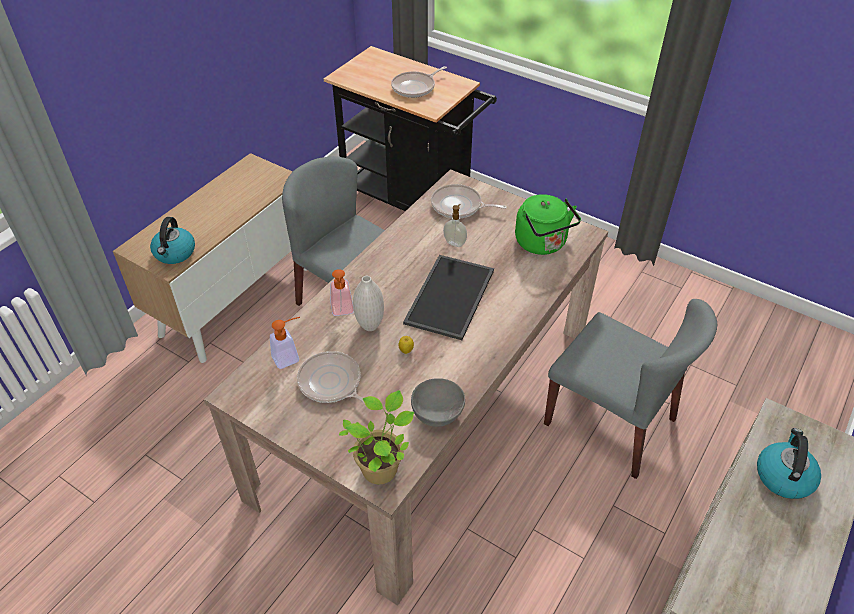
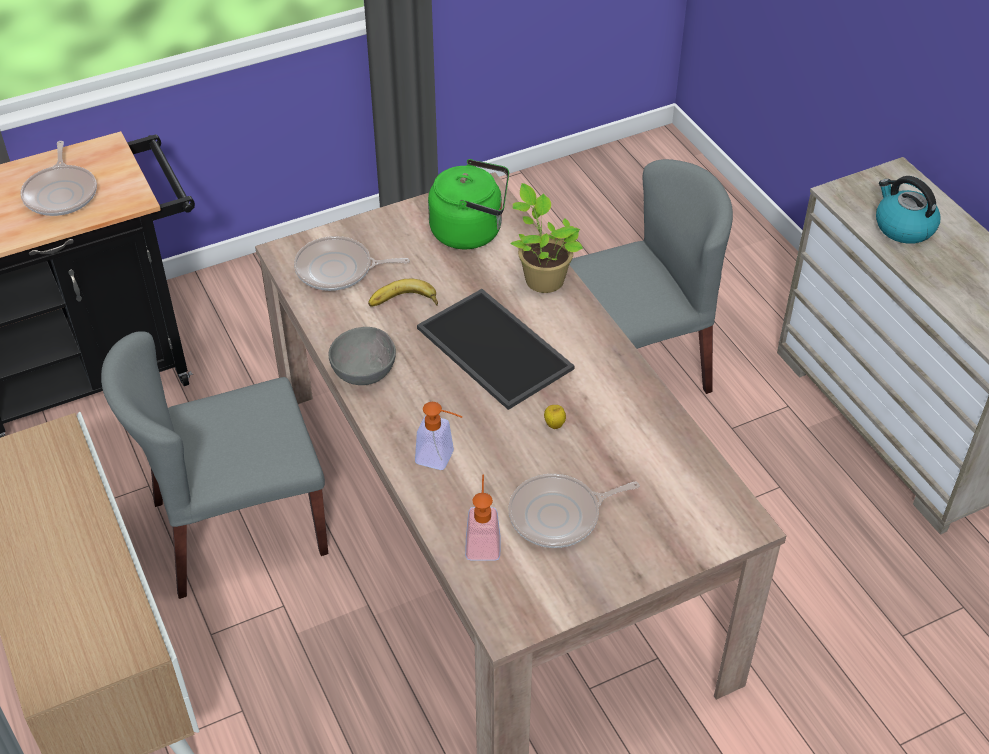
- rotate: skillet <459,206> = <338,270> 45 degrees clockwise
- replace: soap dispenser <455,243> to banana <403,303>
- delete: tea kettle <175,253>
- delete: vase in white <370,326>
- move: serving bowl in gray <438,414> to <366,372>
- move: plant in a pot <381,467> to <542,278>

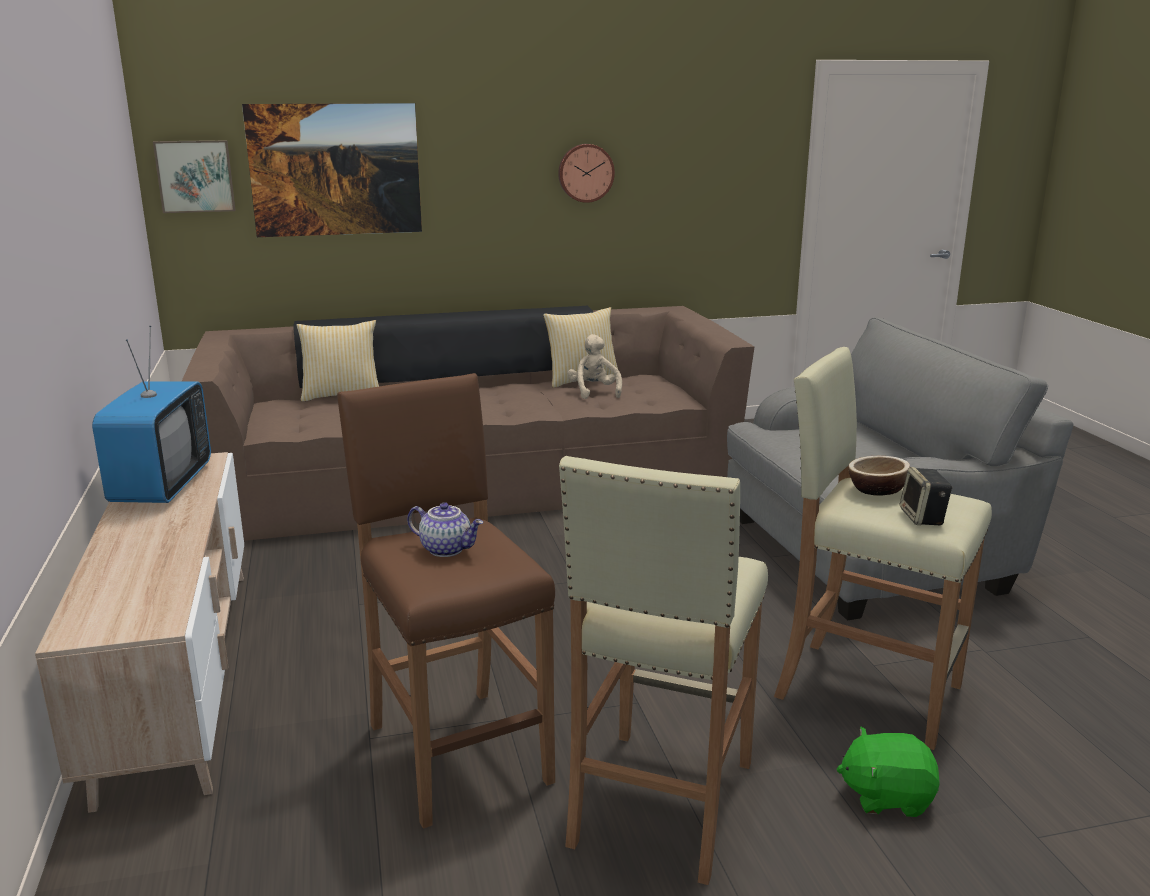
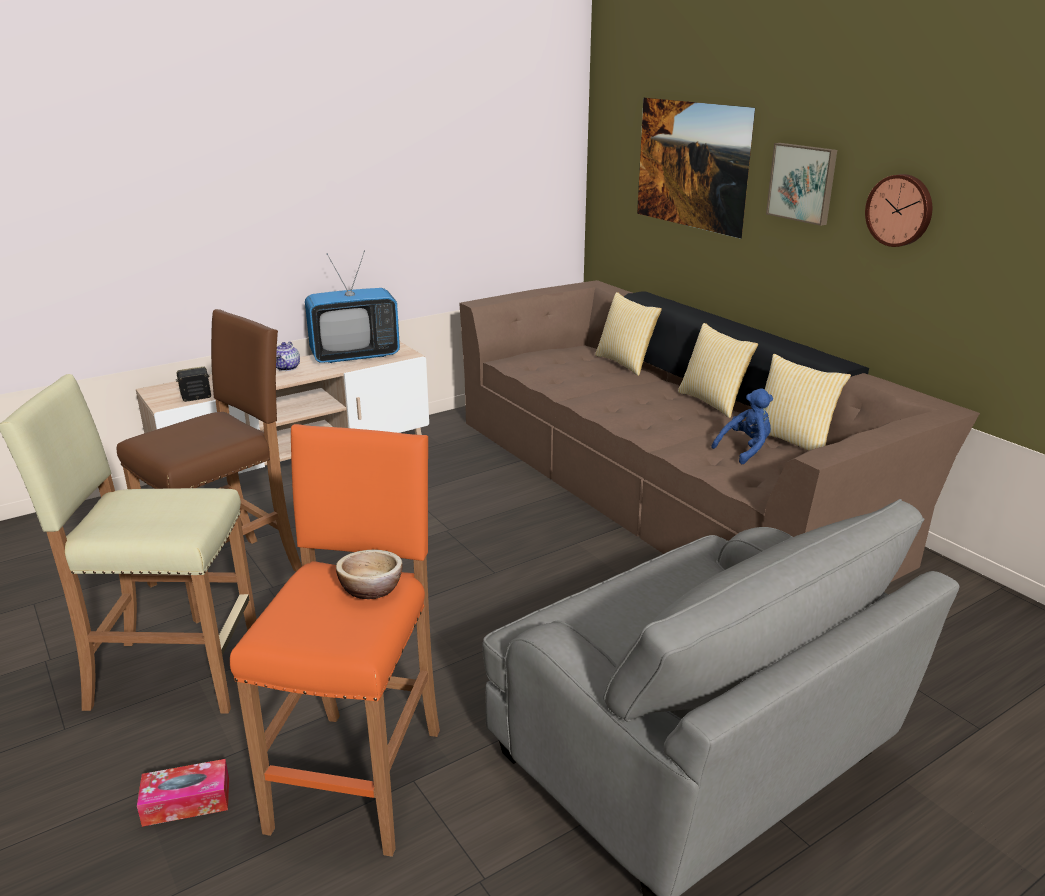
- move: wall art <195,176> to <803,183>
- recolor: cuddly toy in beige <594,392> to cuddly toy in blue <745,450>
- recolor: stool seat in beige <866,691> to stool seat in orangey <359,777>
- move: loudspeaker <923,518> to <196,397>
- move: teapot <447,549> to <287,368>
- replace: cuddly toy in green <886,796> to box of tissues <186,802>
- insert: cushion <713,402>

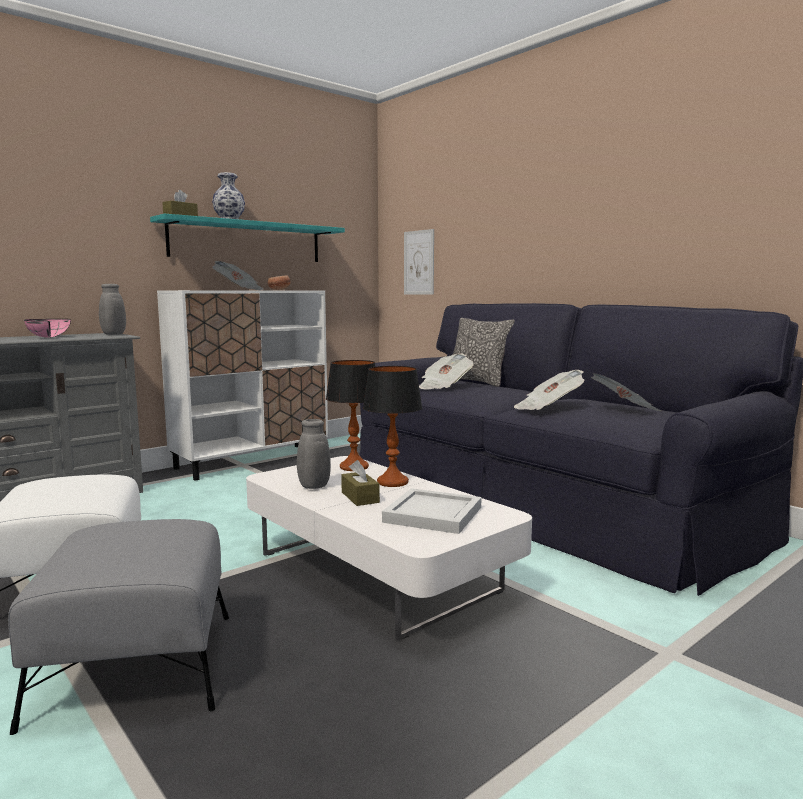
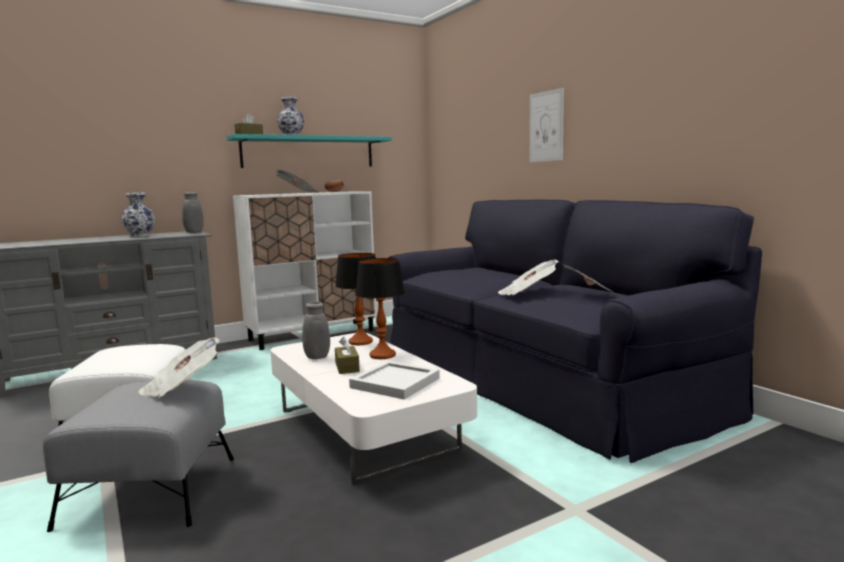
- move: wall art <419,262> to <546,126>
- delete: cushion <477,382>
- replace: serving bowl in pinkish <45,337> to vase <140,236>
- move: printed paper <444,386> to <181,387>

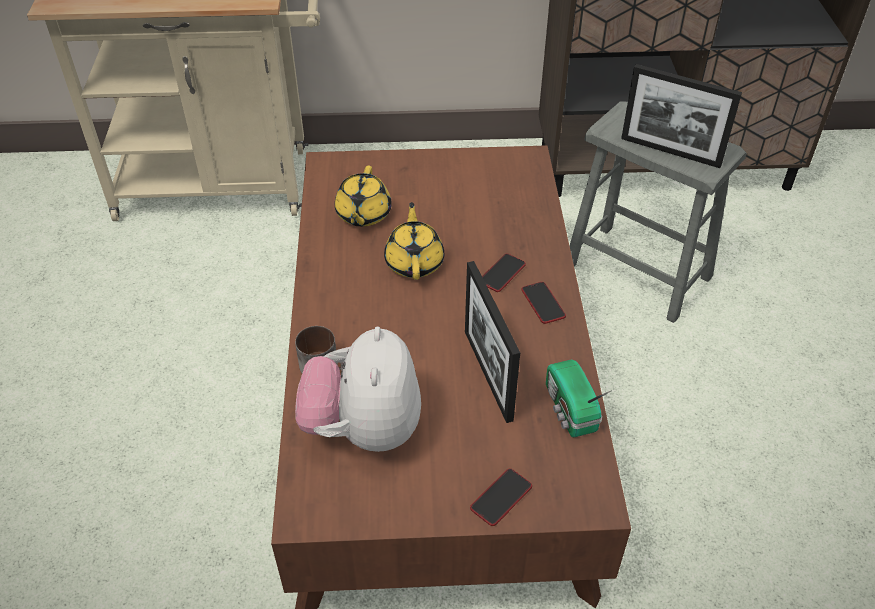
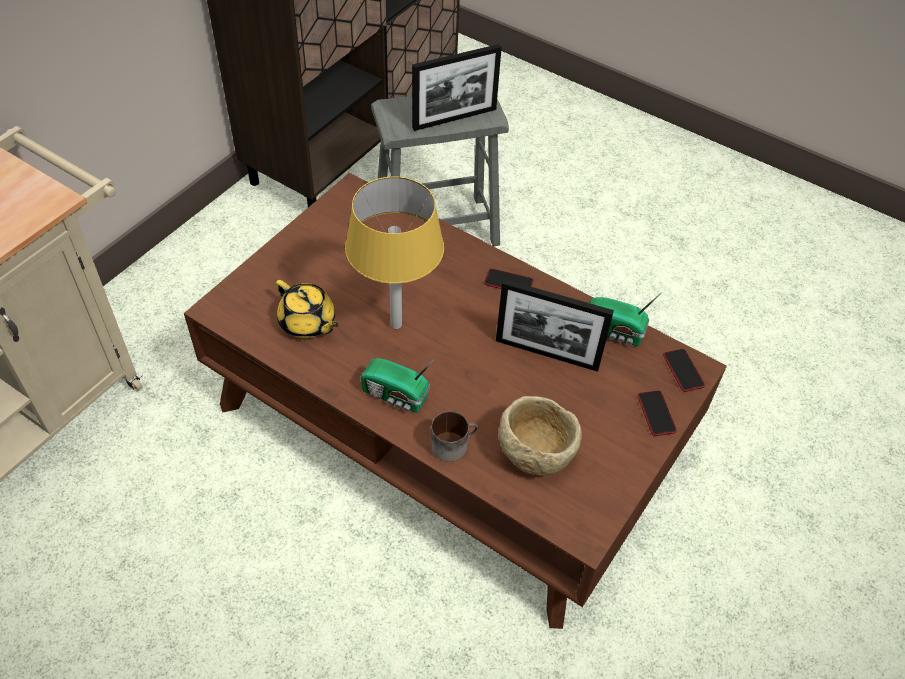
- replace: teapot in yellowish <414,262> to tabletop lamp in yellowish <395,325>
- move: phone <502,273> to <683,370>
- replace: cuddly toy <364,428> to serving bowl in beige <536,453>
- insert: radio <396,396>

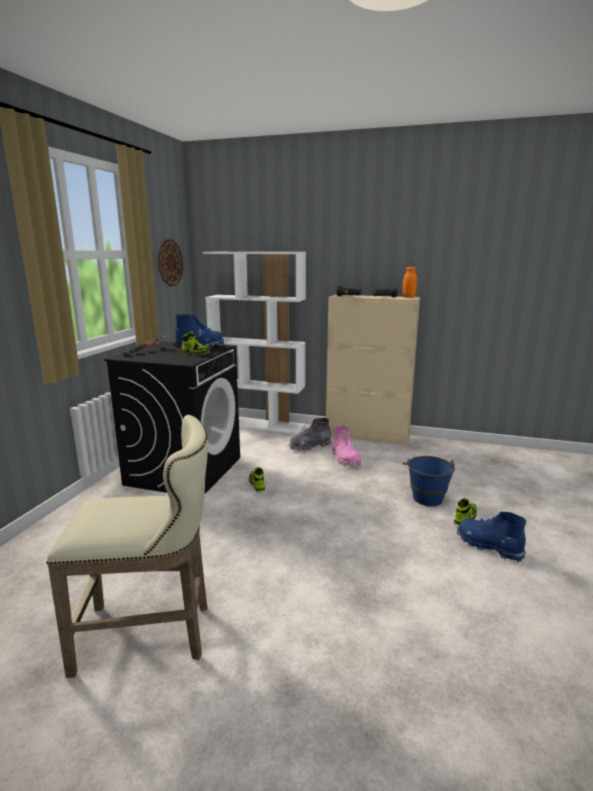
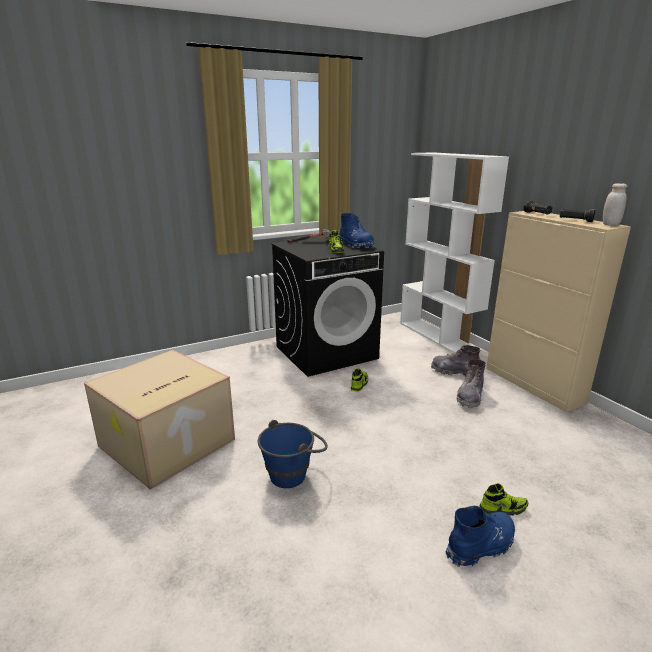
- delete: hanging clock <170,263>
- recolor: preserve jar in orangey <409,297> to preserve jar in white <610,224>
- replace: stool seat in beige <152,635> to cardboard box <166,444>
- recolor: boot in pinkish <345,459> to boot in gray <470,397>
- move: pail in blue <426,495> to <294,472>
- rotate: boot in blue <489,546> = <481,546> 60 degrees clockwise

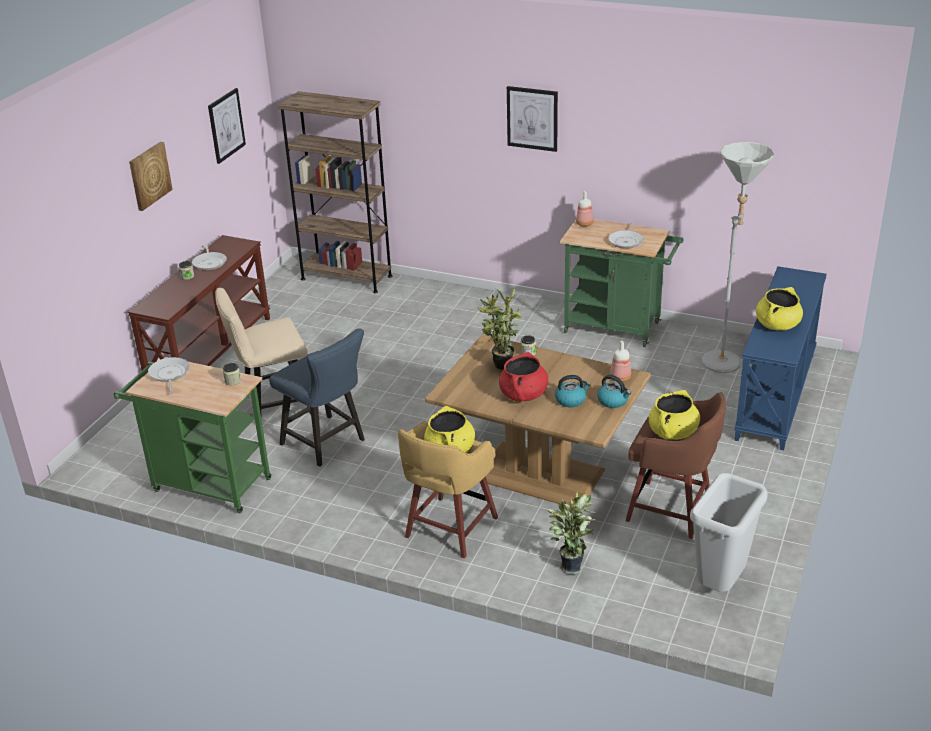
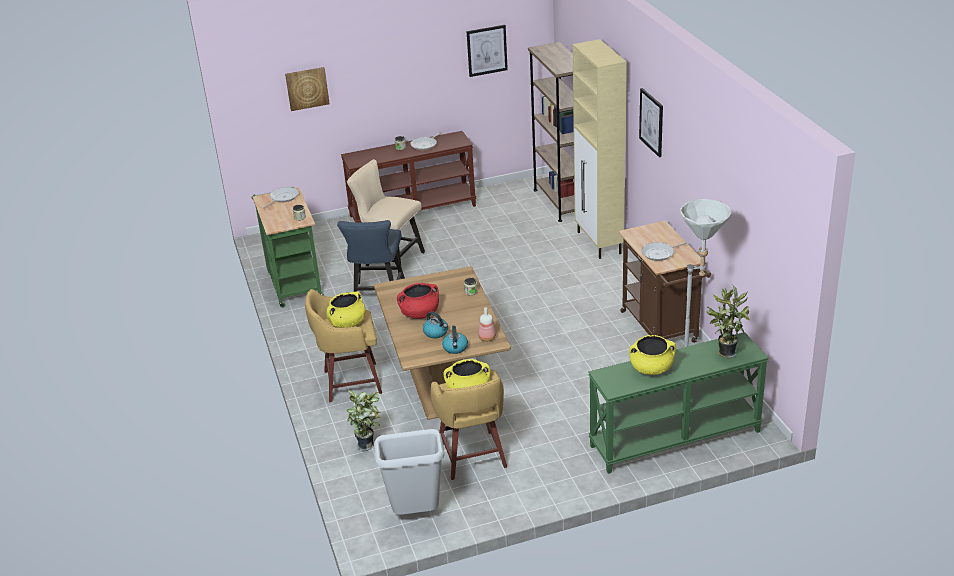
- move: wall art <149,175> to <307,88>
- delete: beverage bottle <585,224>
- recolor: trolley in green <618,328> to trolley in brown <661,330>
- recolor: narrow table in blue <776,396> to narrow table in green <675,439>
- move: plant in a pot <500,367> to <725,352>
- recolor: stool seat in brown <672,510> to stool seat in yellowish <472,457>
- insert: cupboard in beige <599,243>

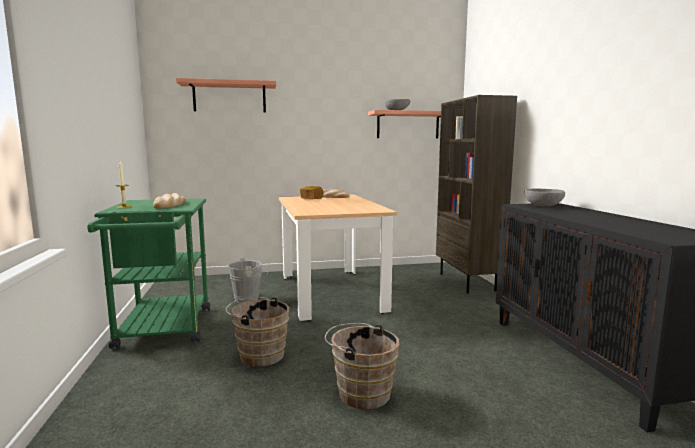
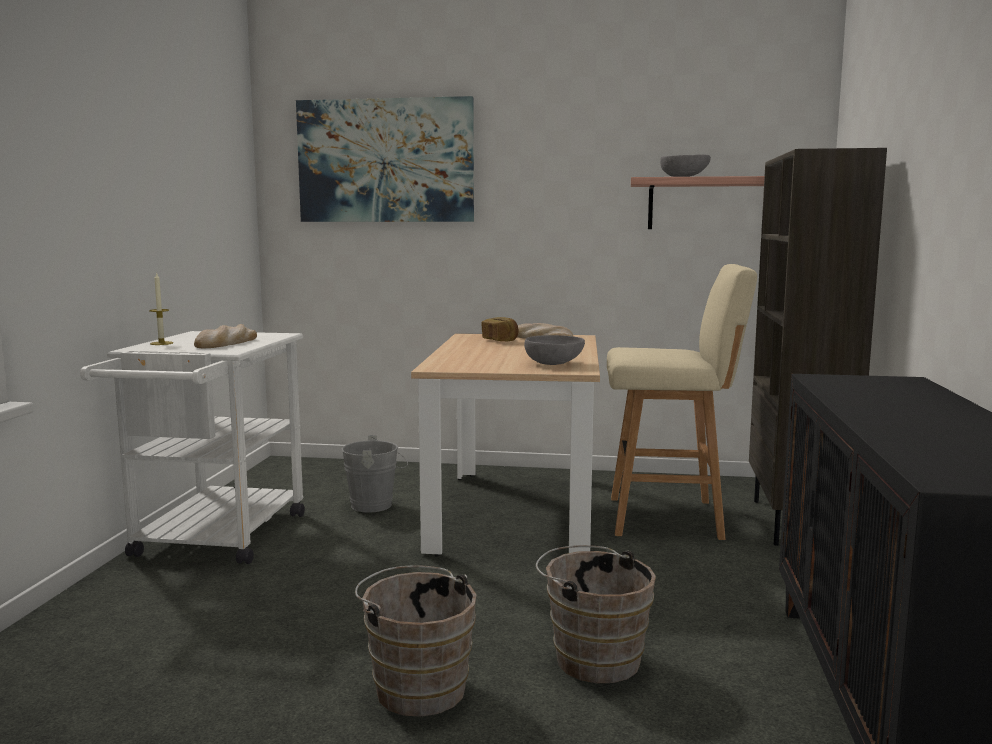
- replace: wall shelf <229,97> to wall art <386,161>
- move: serving bowl in gray <543,206> to <554,363>
- recolor: trolley in green <163,331> to trolley in white <214,541>
- move: pail in brown <259,355> to <592,658>
- insert: stool seat in beige <670,518>

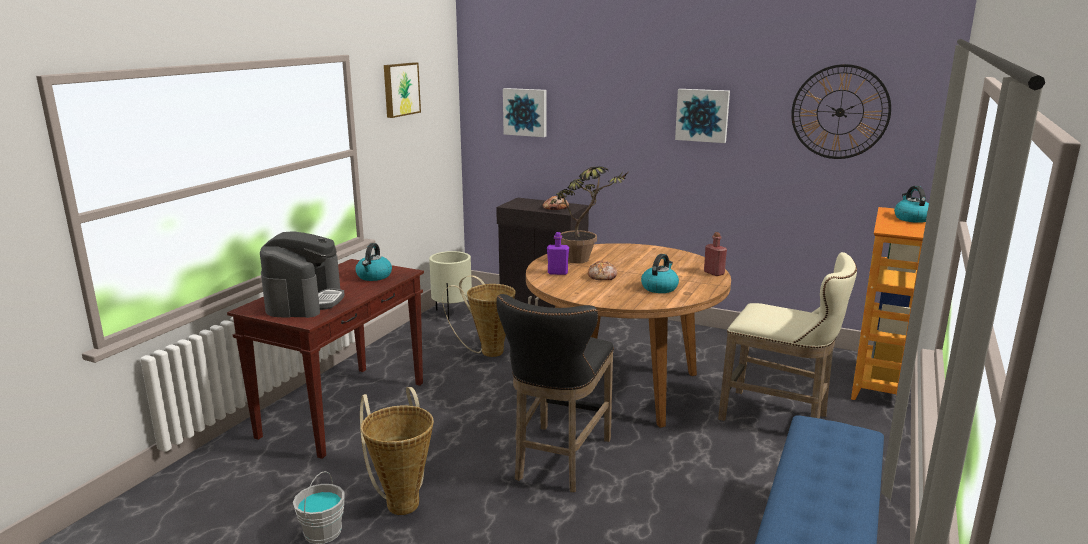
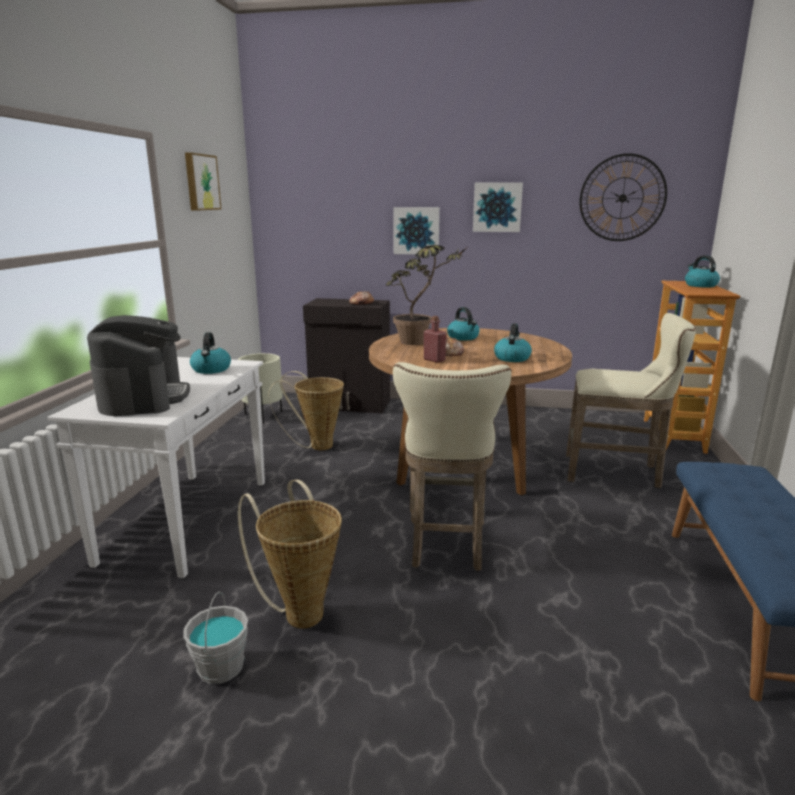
- move: wall art <525,112> to <416,230>
- delete: beverage bottle in purplish <557,273>
- move: beverage bottle in red-coloured <714,273> to <434,360>
- recolor: narrow table in brown <344,409> to narrow table in white <188,520>
- recolor: stool seat in black-coloured <558,461> to stool seat in beige <445,541>
- insert: tea kettle <463,337>

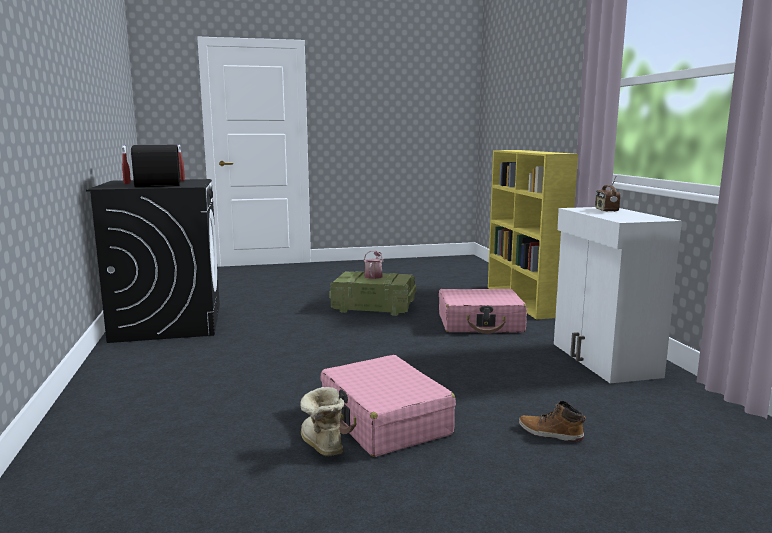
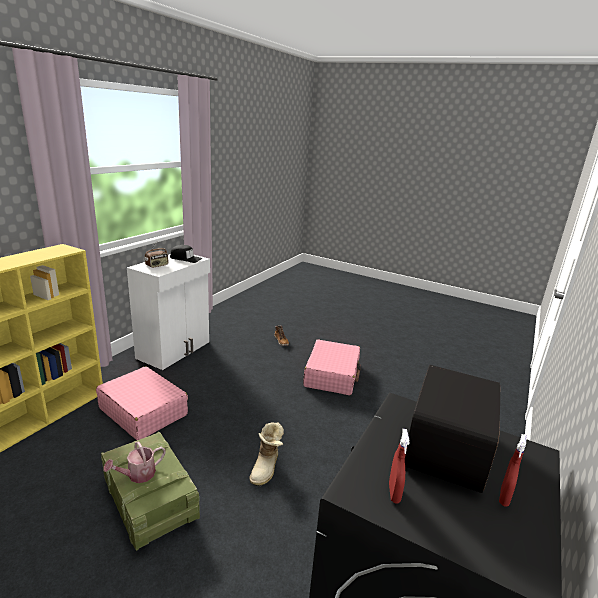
- move: boot <320,445> to <267,468>
- insert: baseball cap in black-coloured <185,258>

